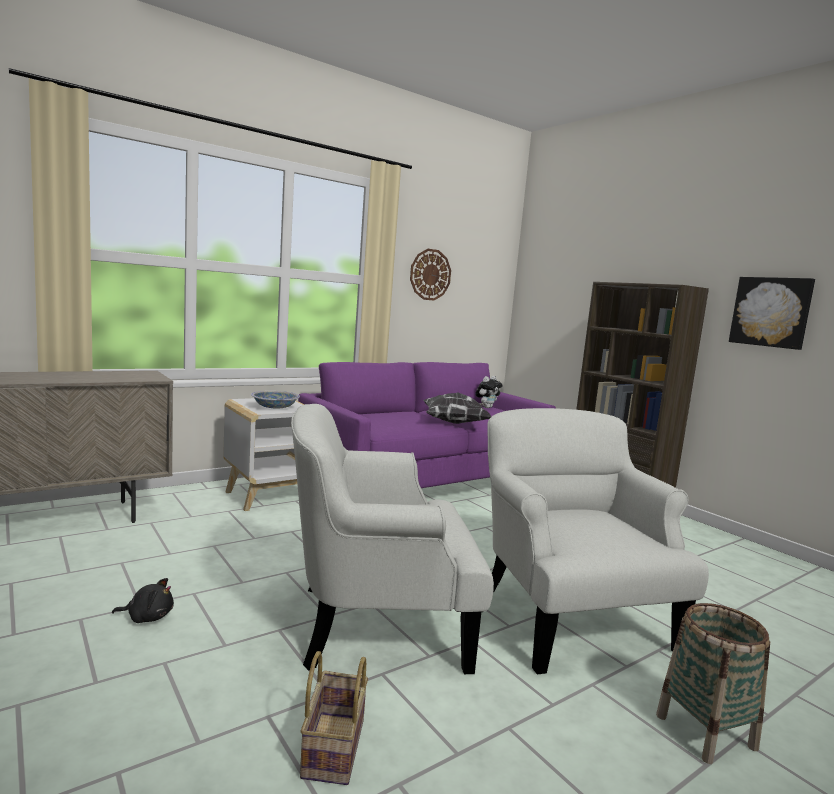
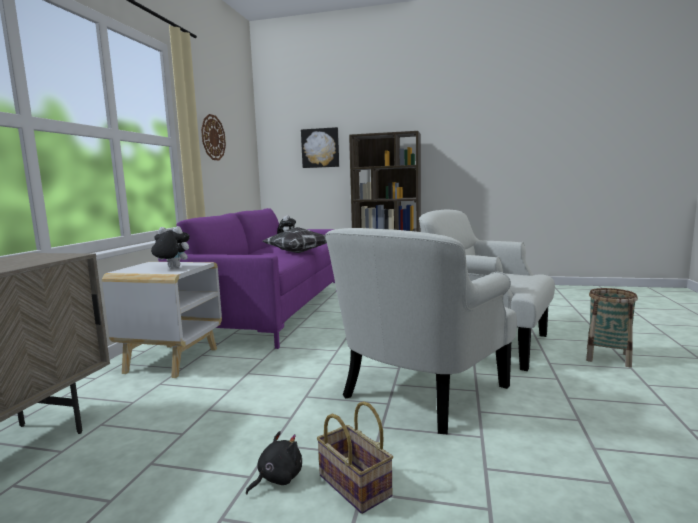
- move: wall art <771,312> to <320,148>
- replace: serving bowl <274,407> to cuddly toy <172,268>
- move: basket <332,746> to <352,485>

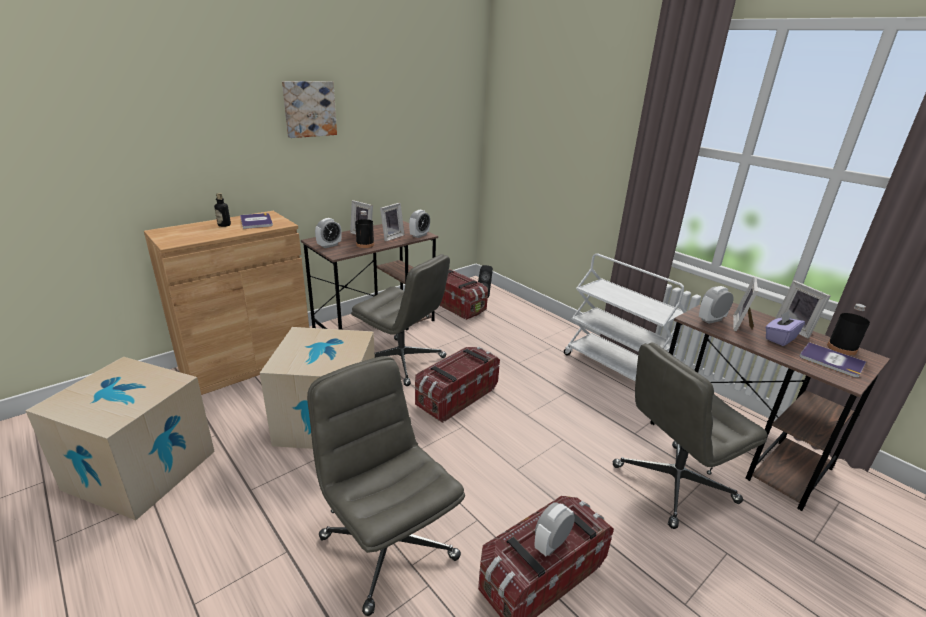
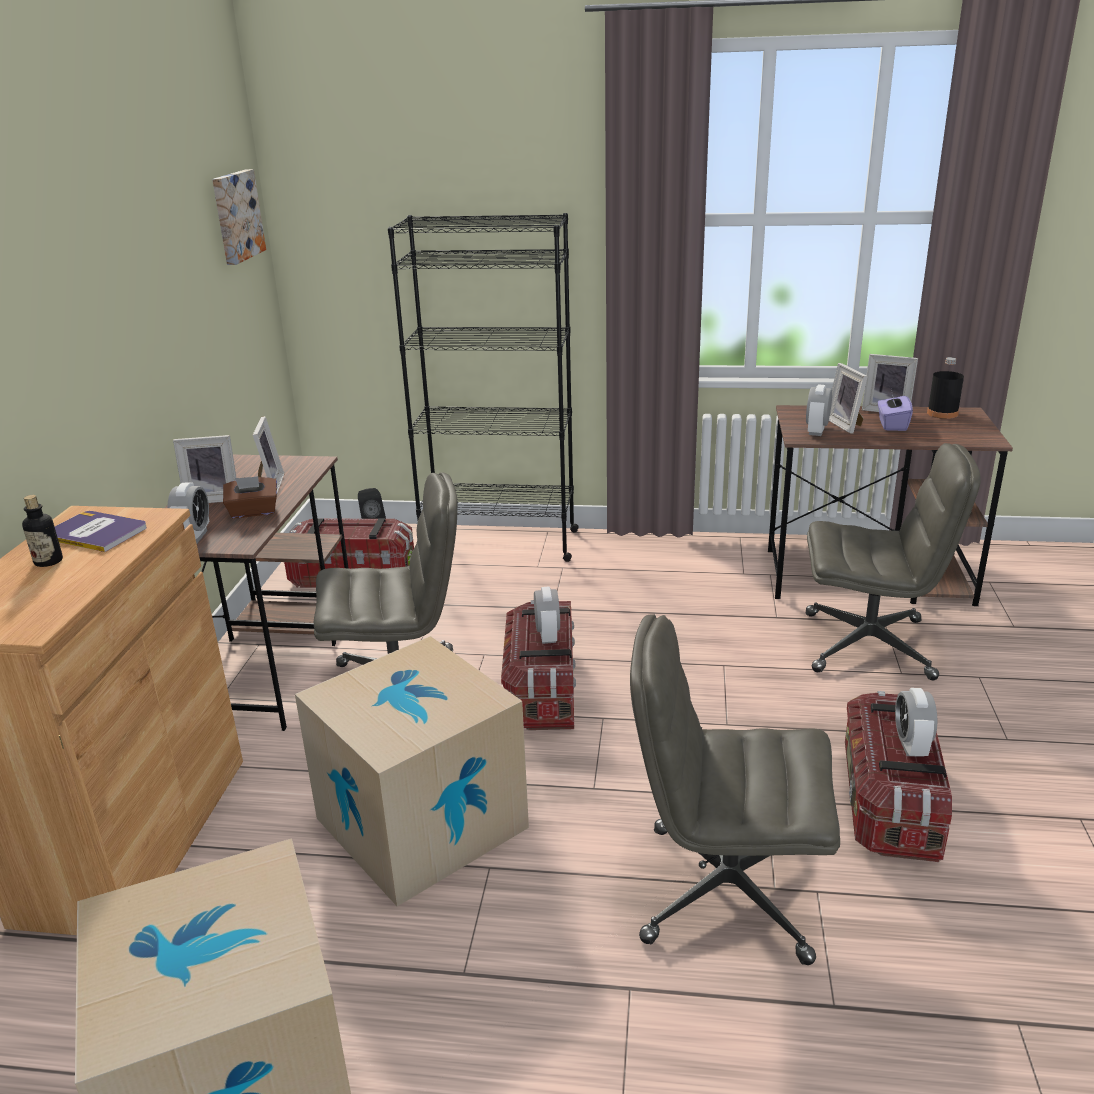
- move: wall art <309,109> to <235,216>
- move: bedside clock <419,235> to <547,635>
- replace: beverage bottle in black-coloured <365,245> to box of tissues in brown <253,512>
- delete: trolley in white <615,368>
- delete: book <831,360>
- rotate: desk chair in gray <673,484> = <870,645> 105 degrees counterclockwise
- insert: bookcase in black-coloured <499,543>

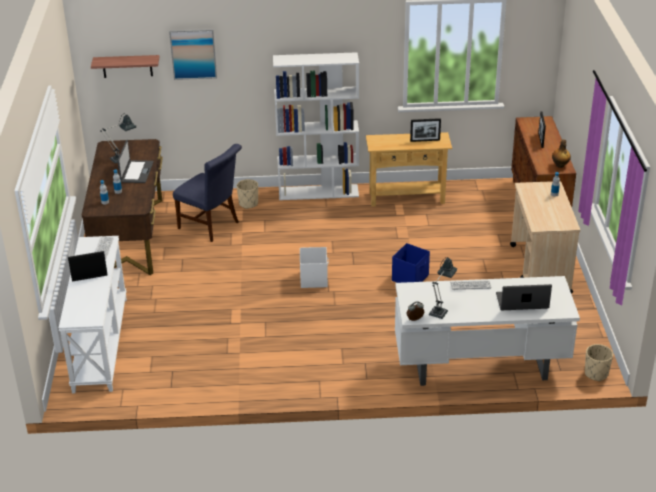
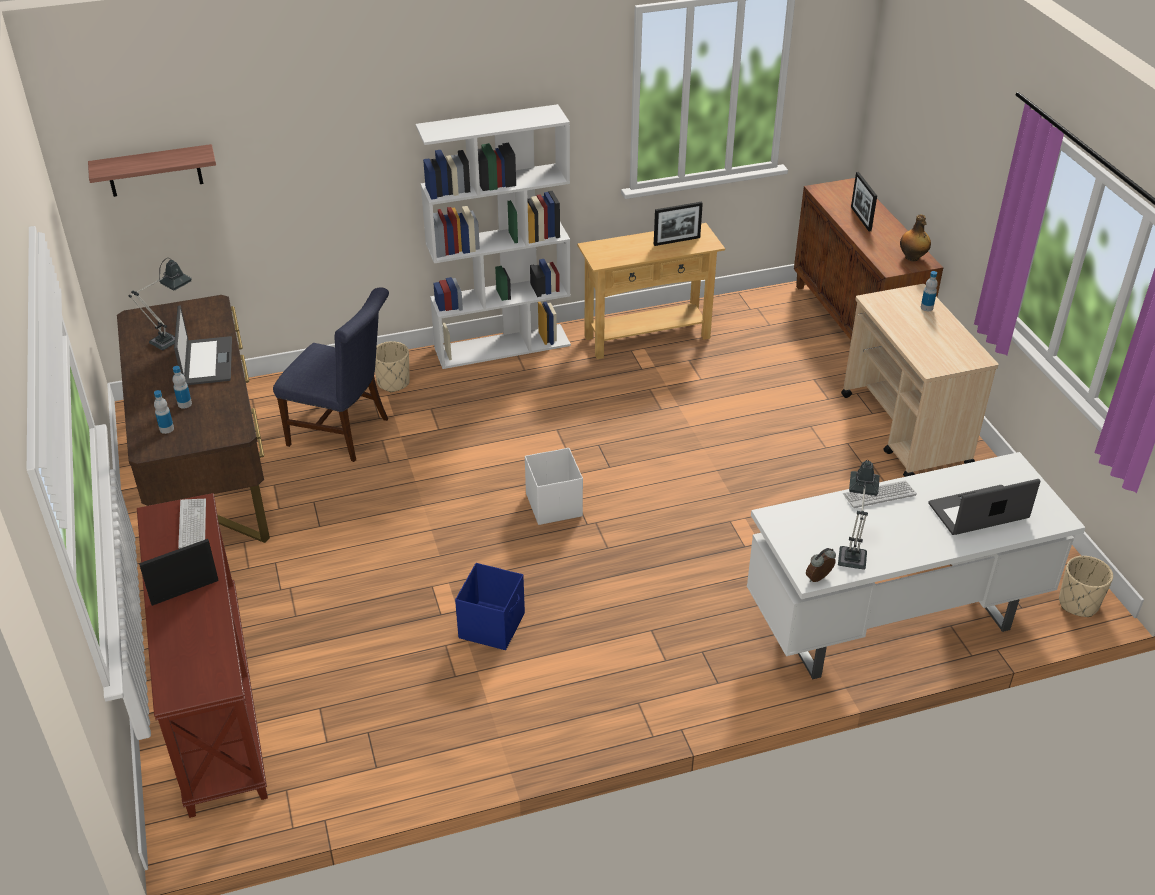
- delete: wall art <193,53>
- recolor: narrow table in white <99,343> to narrow table in brown <212,699>
- move: storage container in blue <410,278> to <492,625>

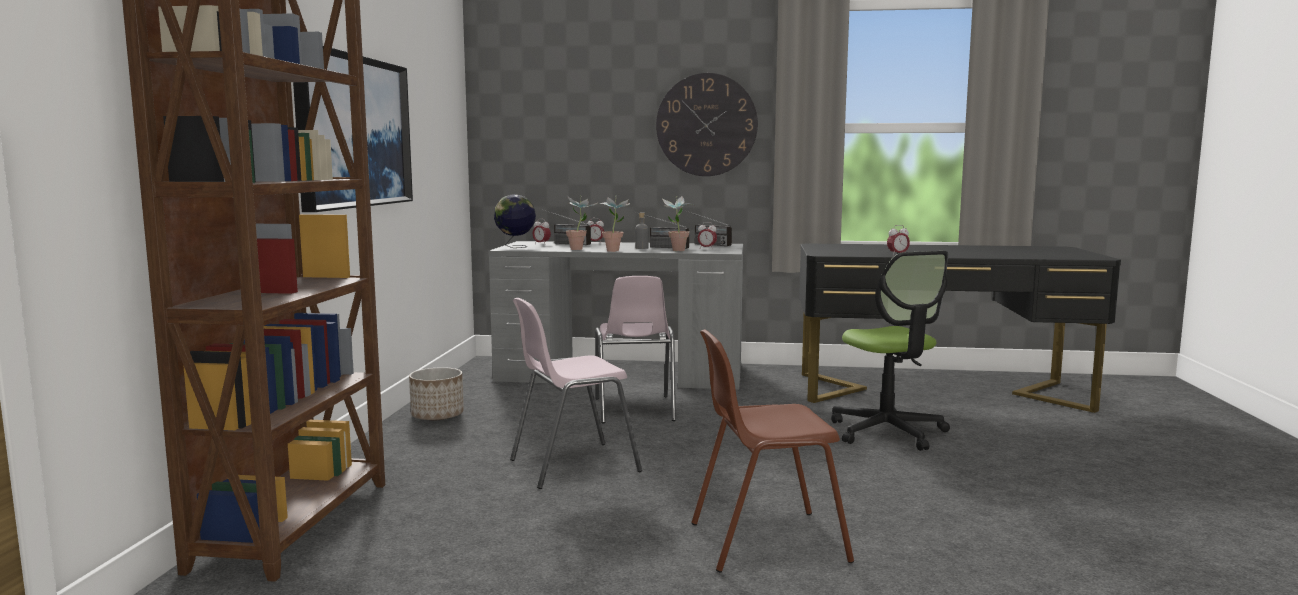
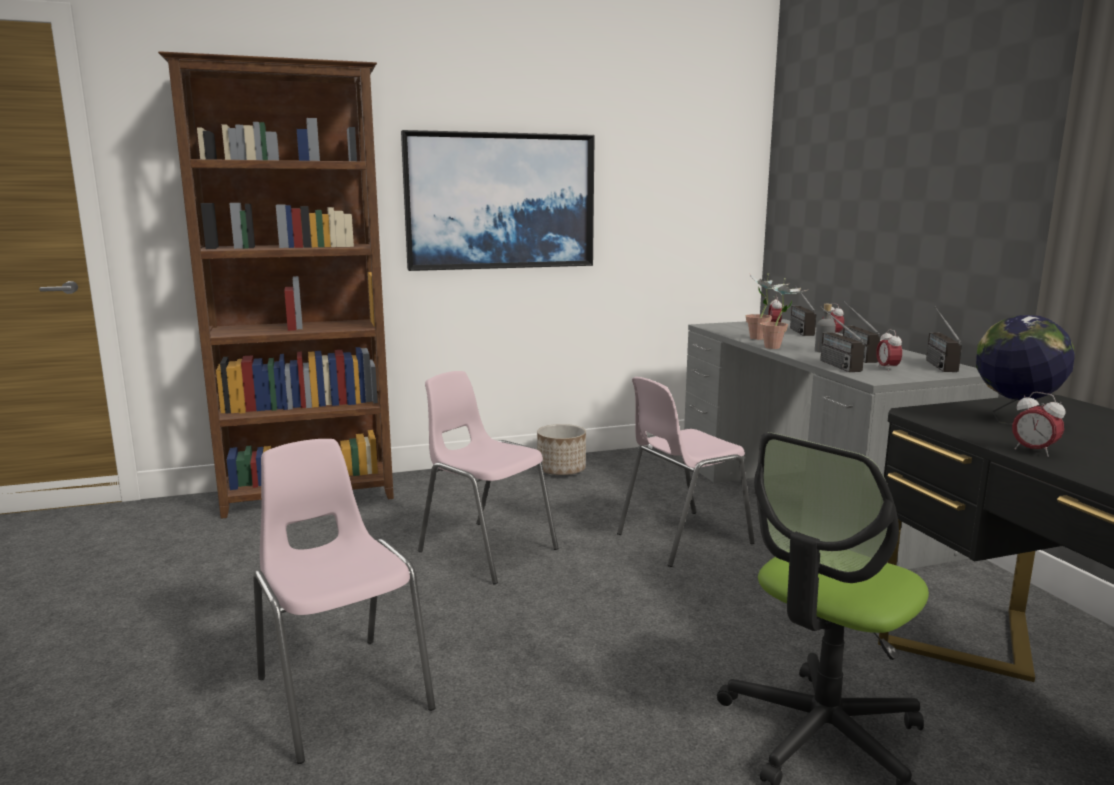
- delete: hanging clock <706,125>
- move: desk globe <515,247> to <1014,420>
- replace: plant in a pot <676,251> to radio <831,362>
- recolor: plain chair in brown <765,541> to plain chair in pinkish <342,693>

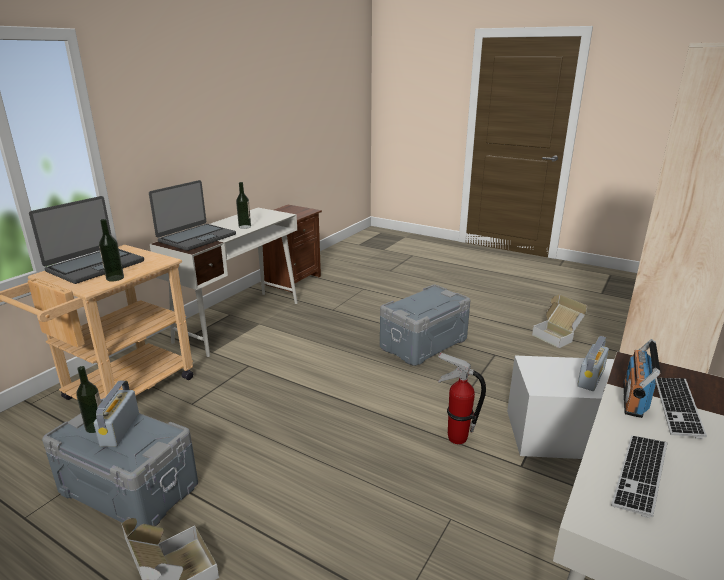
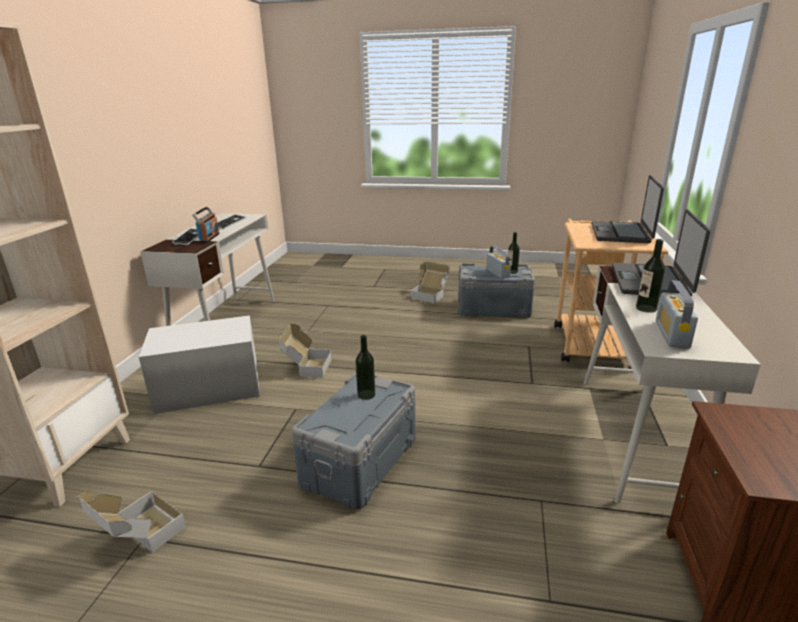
- move: beverage bottle <115,278> to <366,394>
- move: radio <591,378> to <672,334>
- replace: fire-fighting cylinder <456,438> to cardboard box <306,367>

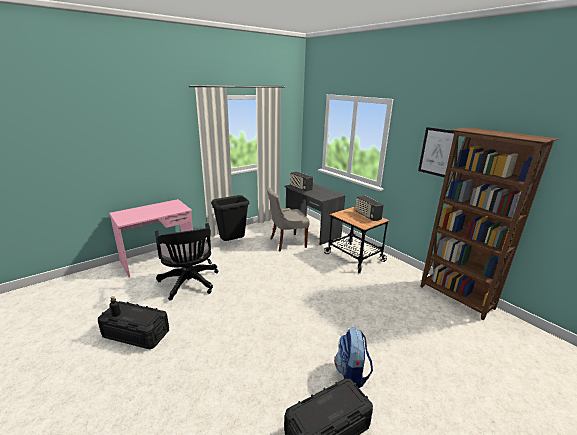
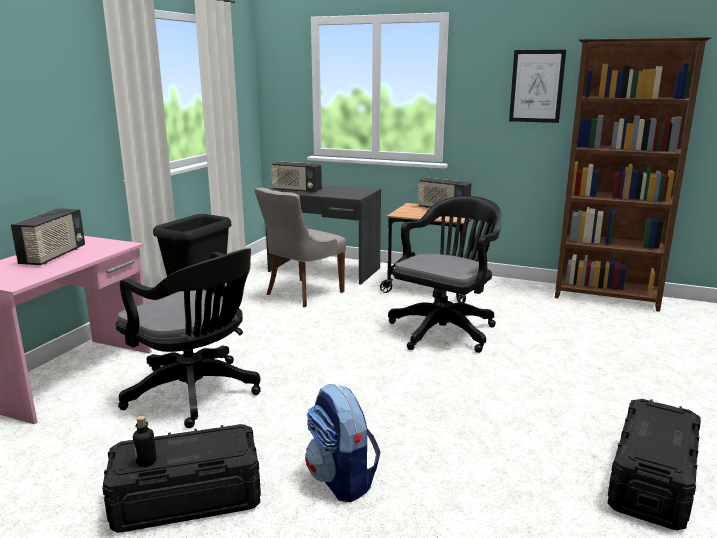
- move: knapsack <351,374> to <342,480>
- insert: desk chair in black-coloured <445,329>
- insert: radio <54,256>

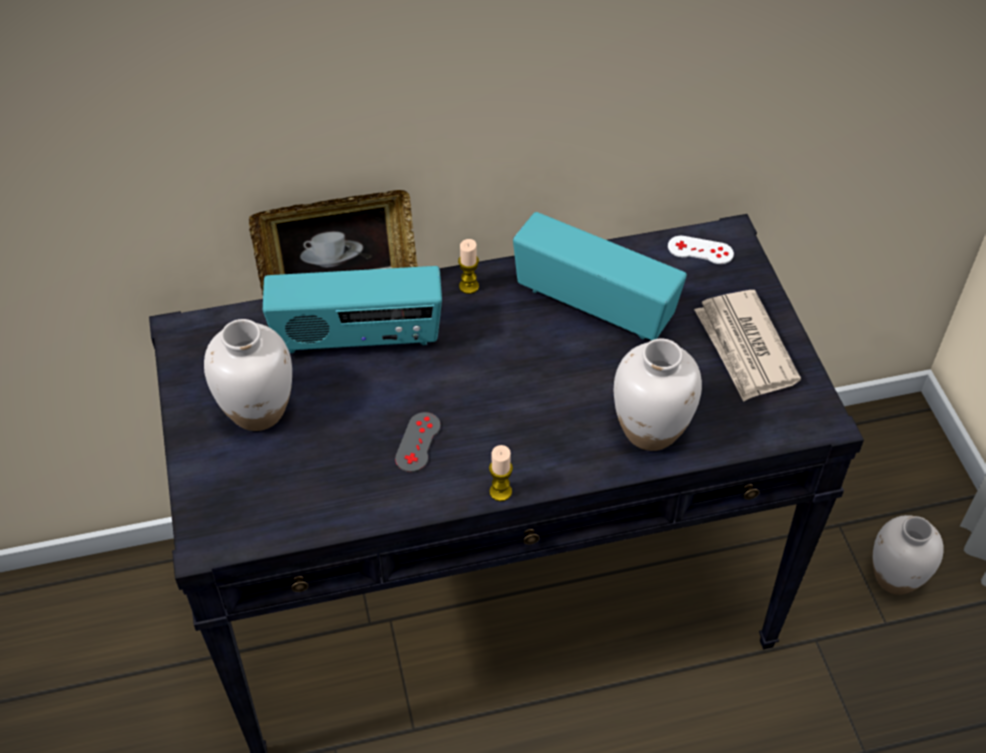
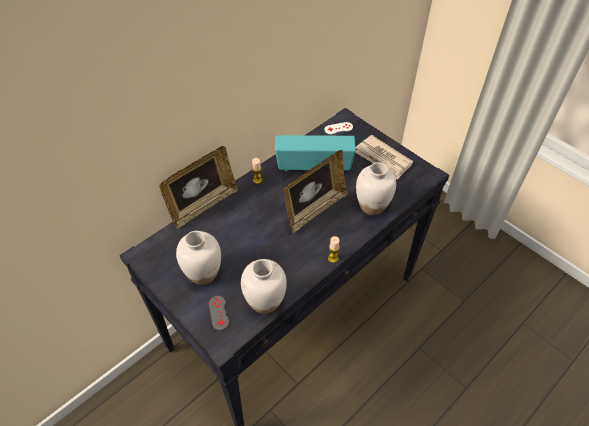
- delete: radio <358,339>
- move: joypad in gray <418,442> to <219,313>
- move: vase in white <895,578> to <265,302>
- insert: standing frame <314,209>

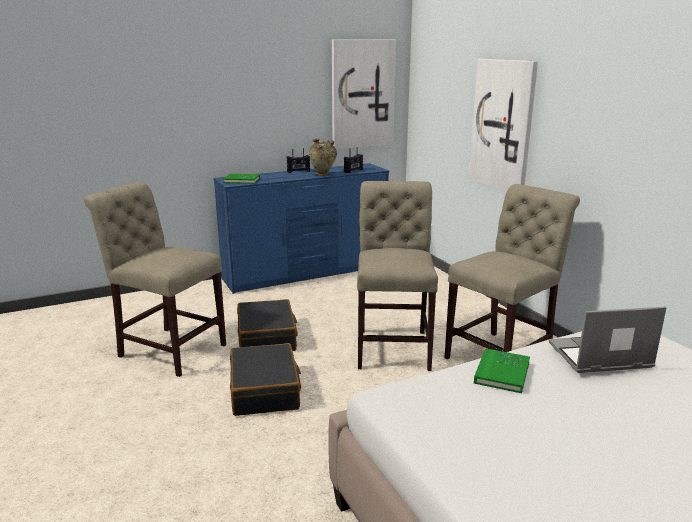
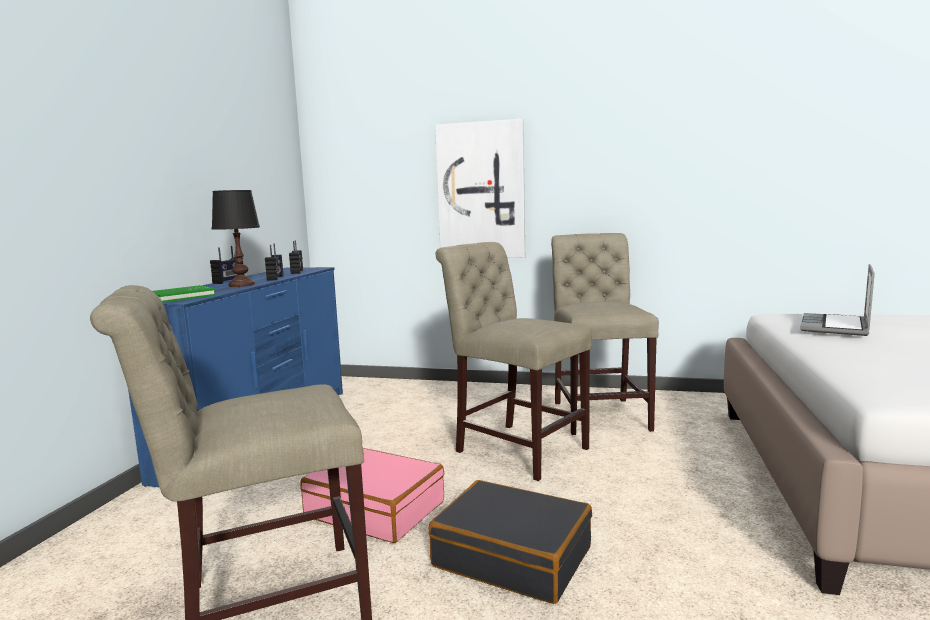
- delete: wall art <362,94>
- replace: vase in beige <323,175> to radio <276,278>
- recolor: piece of luggage in black-coloured <267,337> to piece of luggage in pinkish <376,509>
- delete: book in green <502,373>
- insert: tabletop lamp in black-coloured <241,285>

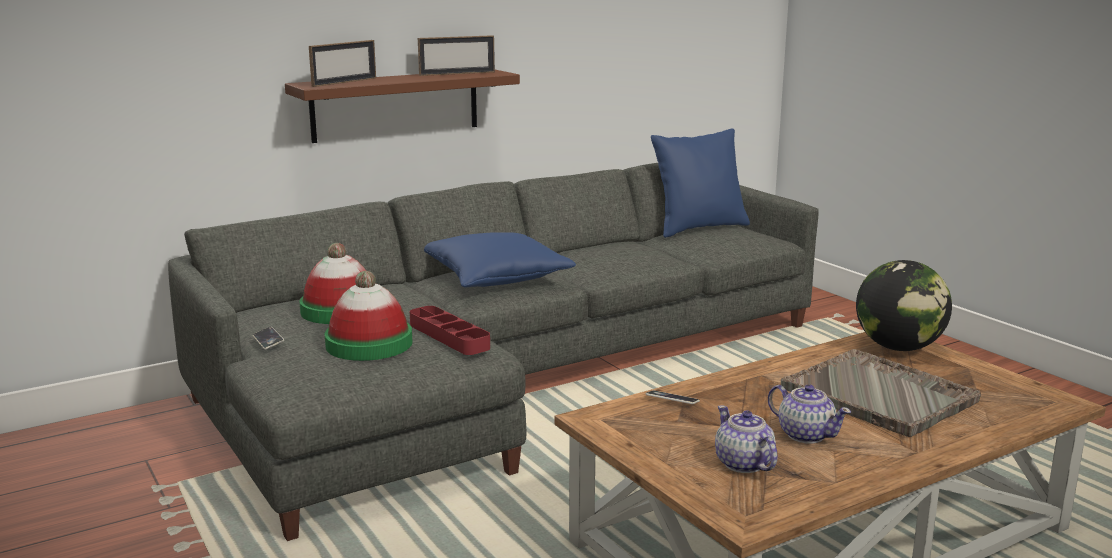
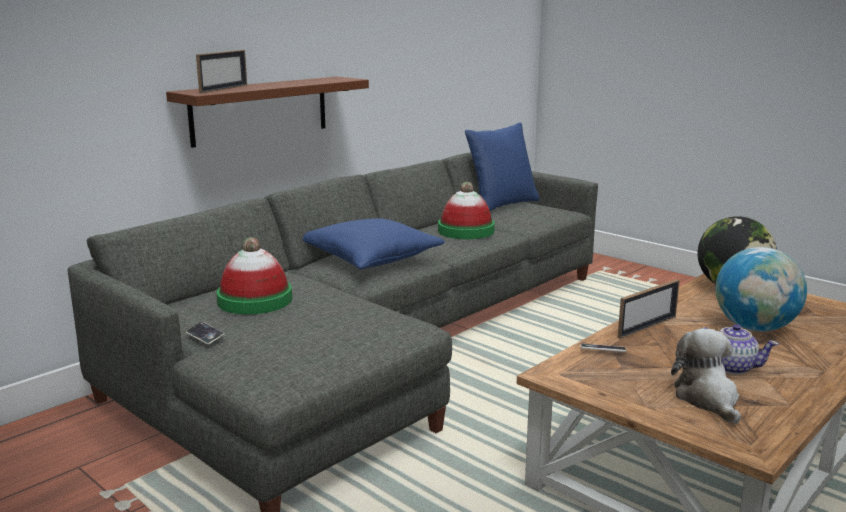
- move: standing frame <457,73> to <647,327>
- move: wearable hat <369,344> to <466,231>
- delete: serving tray in red-coloured <449,336>
- replace: serving tray in gray <879,395> to desk globe <755,328>
- replace: teapot <743,464> to cuddly toy <707,399>

